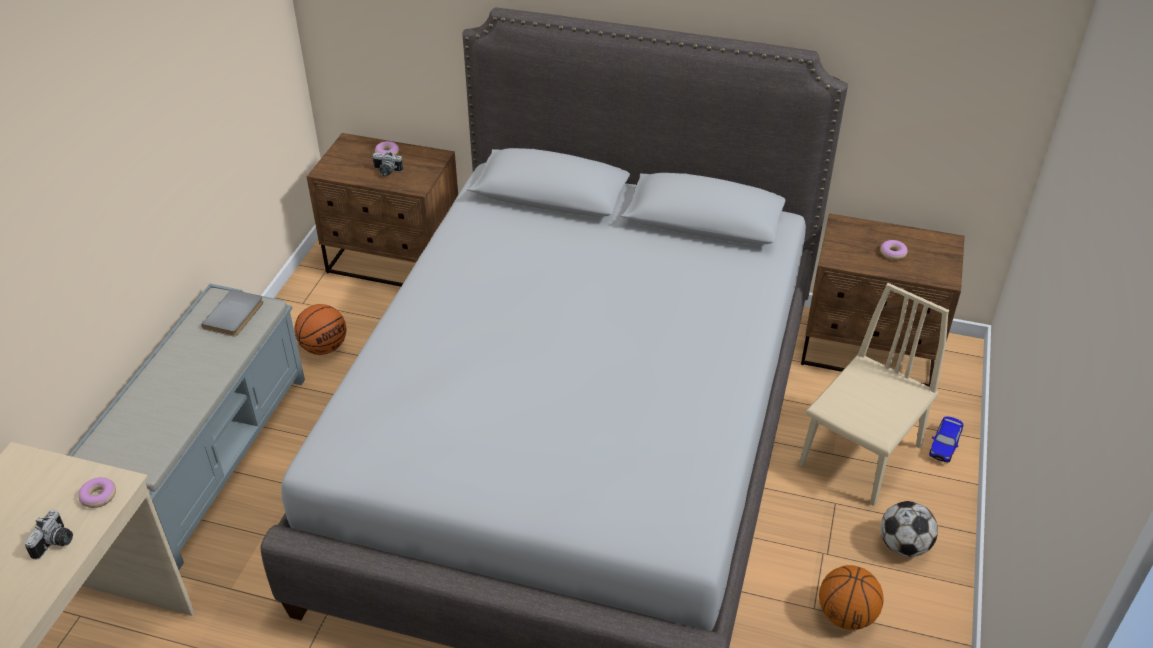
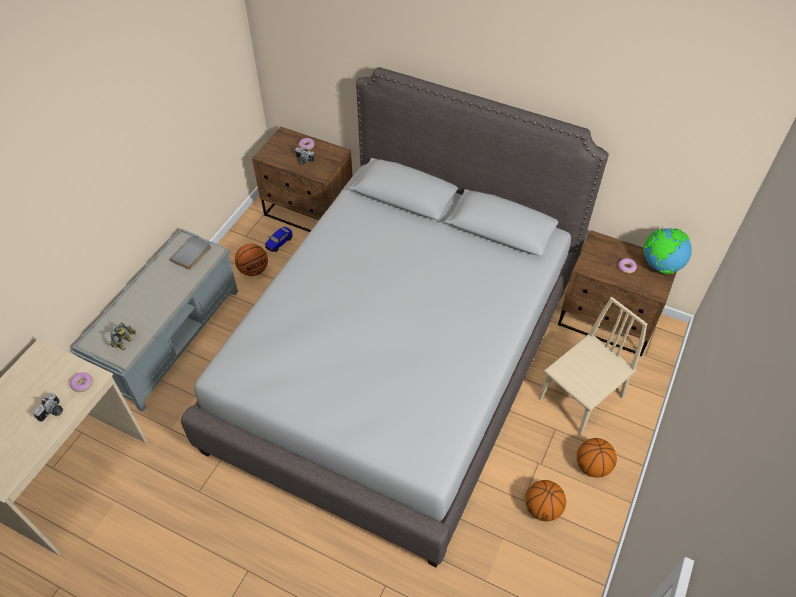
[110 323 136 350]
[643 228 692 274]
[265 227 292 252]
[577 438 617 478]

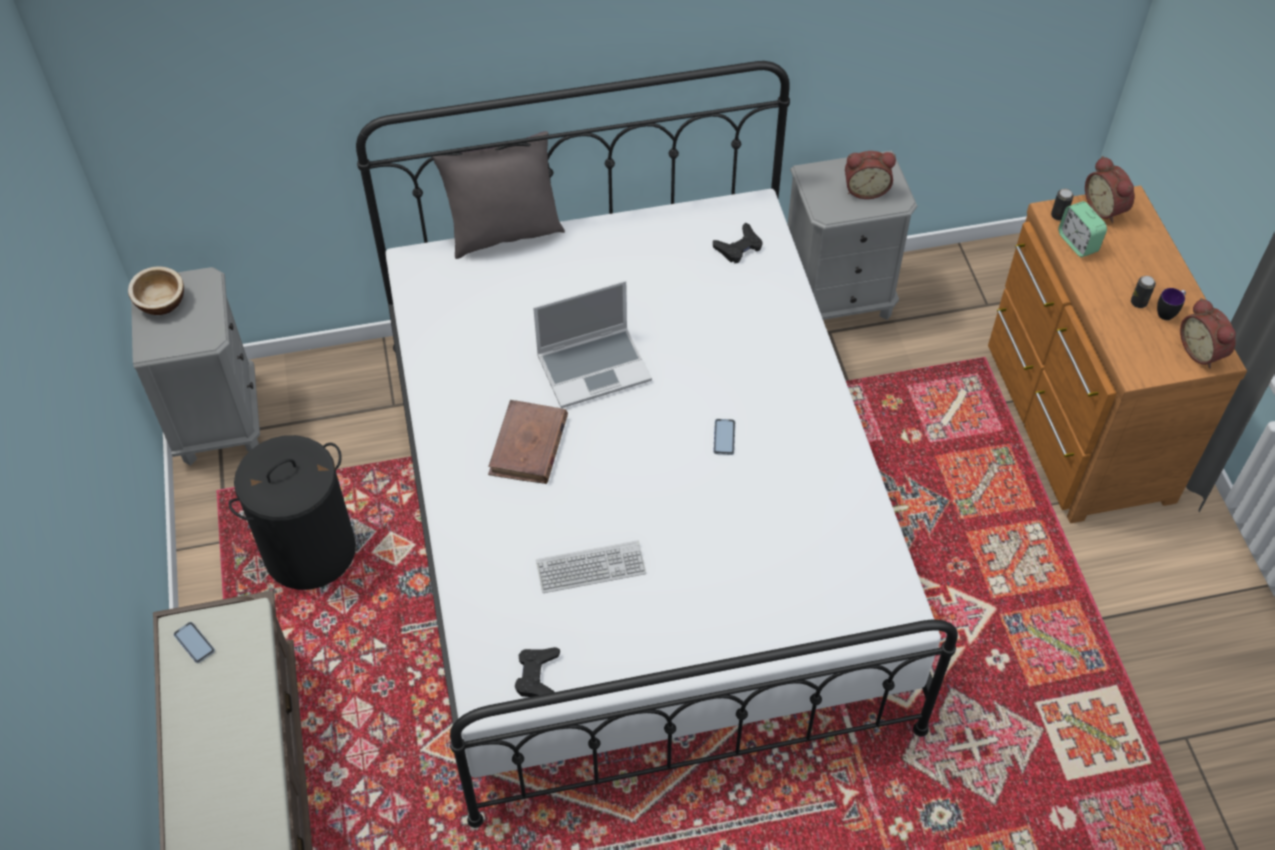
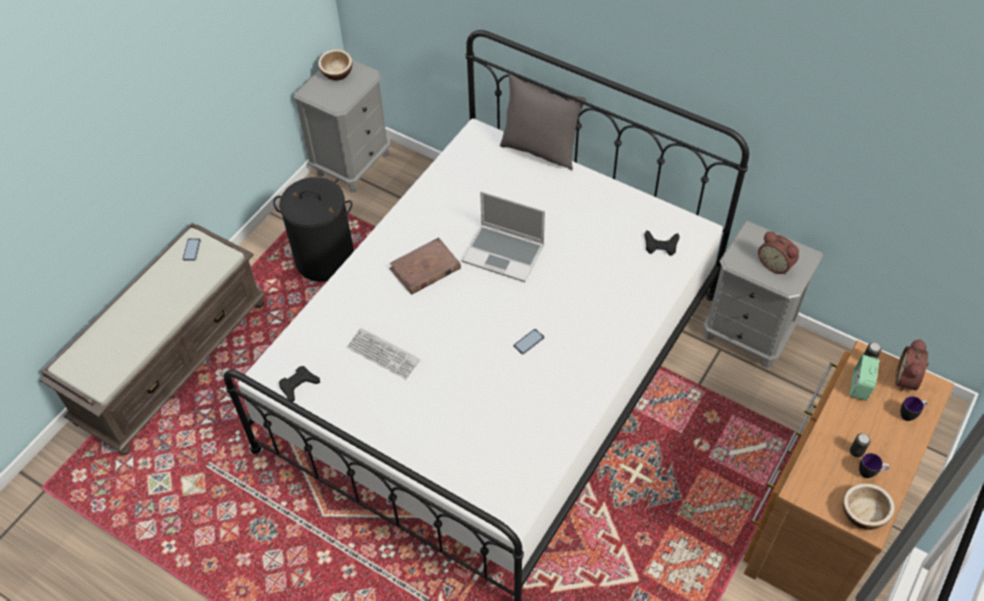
[900 396 927 421]
[843 483 895 530]

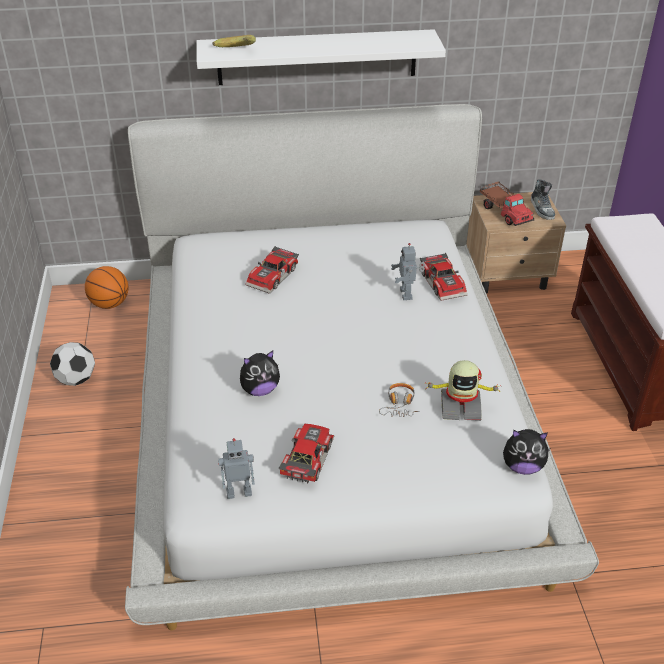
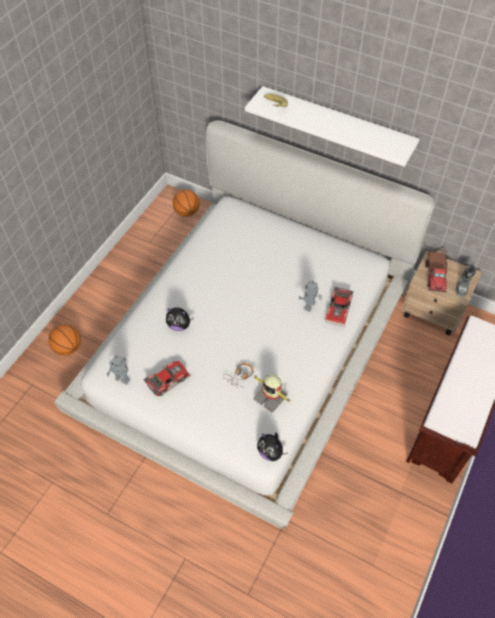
[50 342 95 386] (first image)
[245 246 299 294] (first image)
[49 324 81 356]

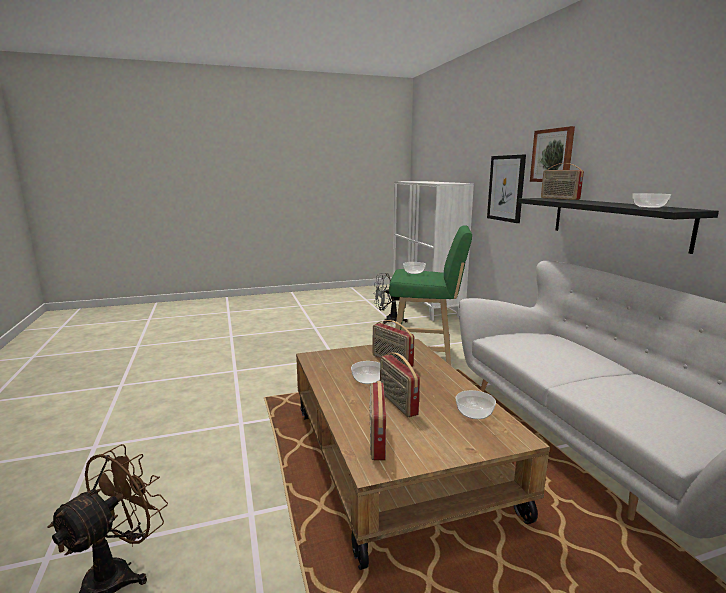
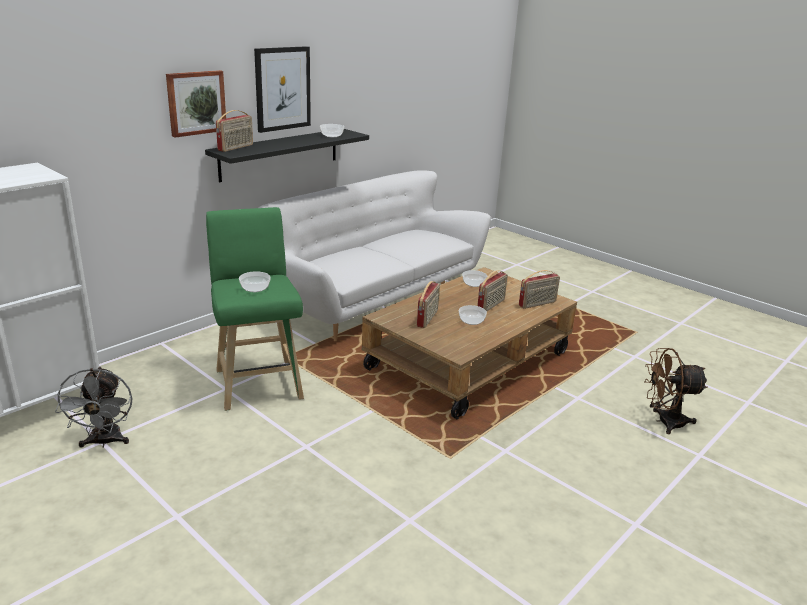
[254 46 311 133]

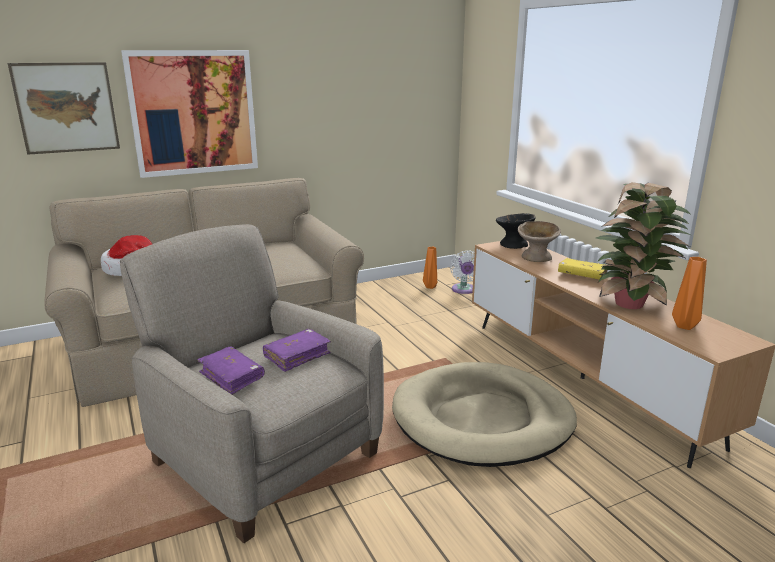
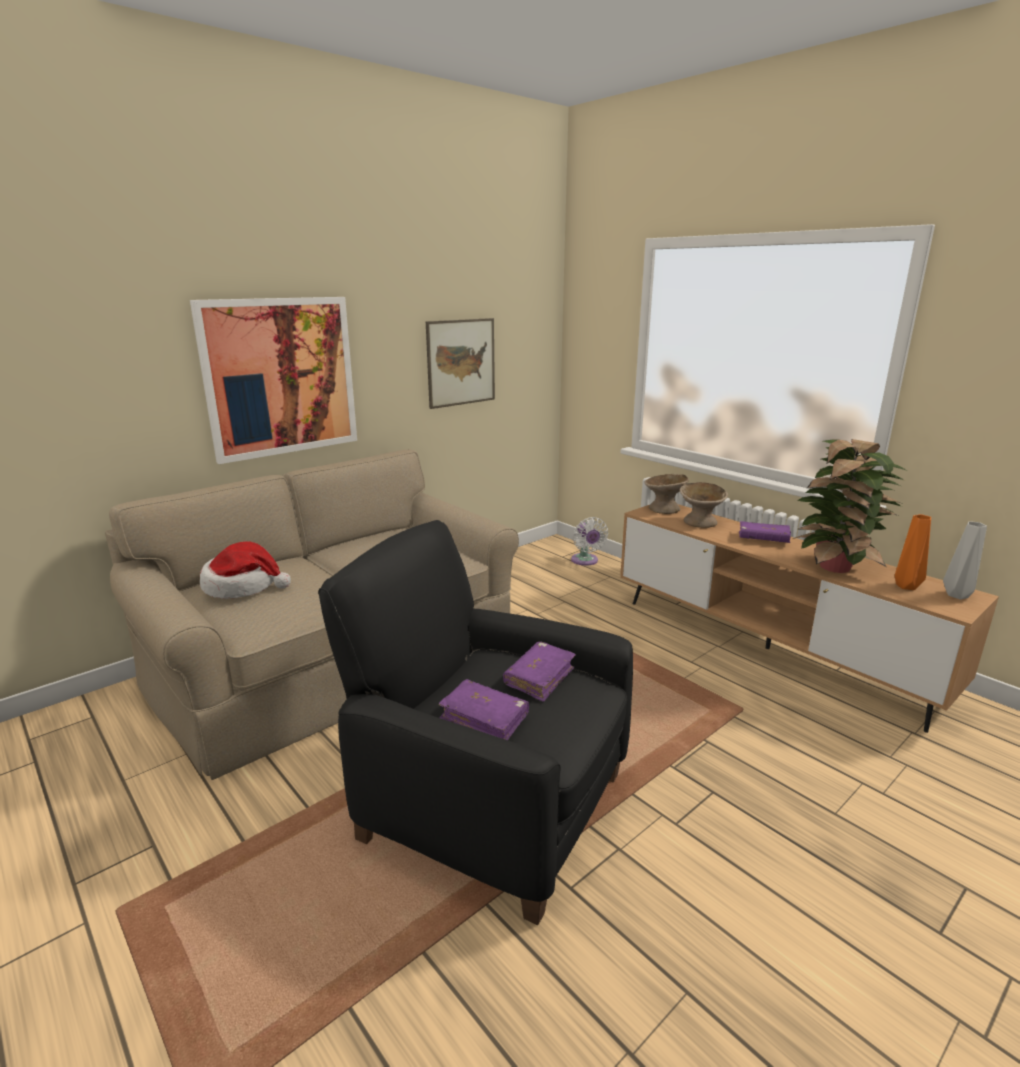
[392 362 577 467] (first image)
[423 247 437 289] (first image)
[943 521 987 599]
[426 318 495 409]
[318 520 633 925]
[644 474 689 514]
[739 521 791 543]

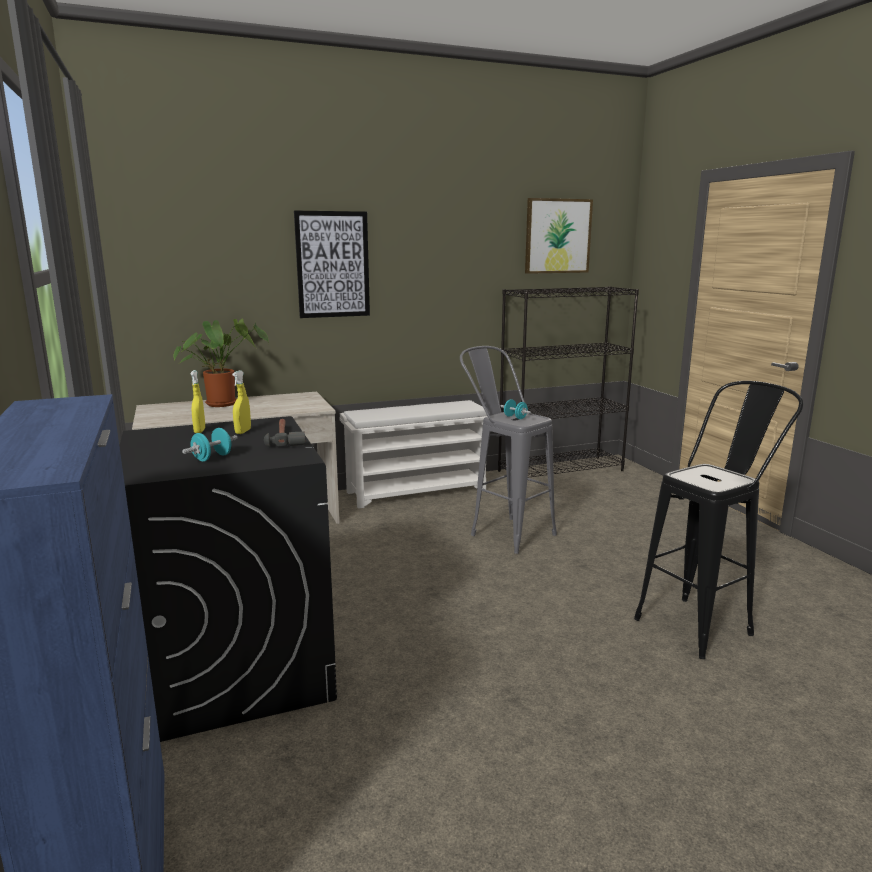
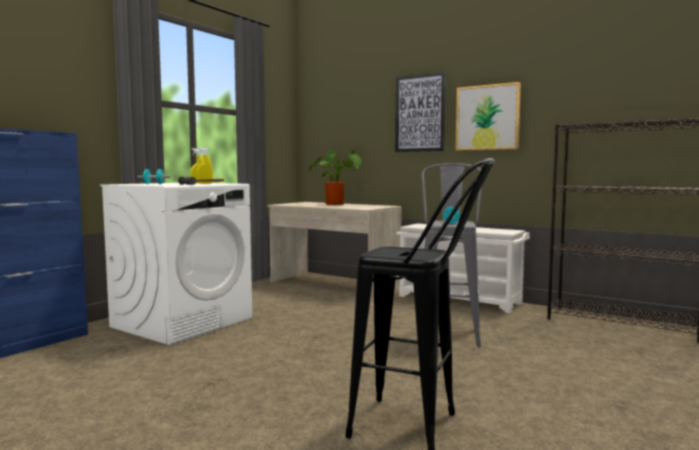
[455 82 521 150]
[100 183 252 345]

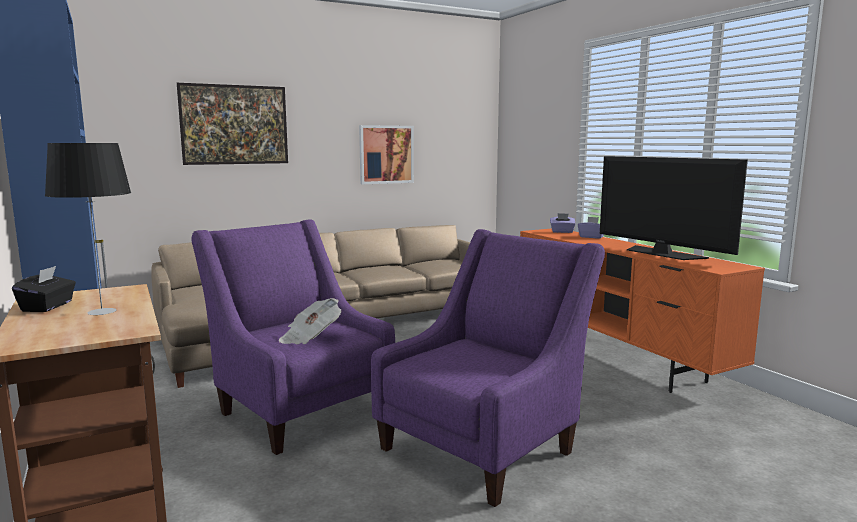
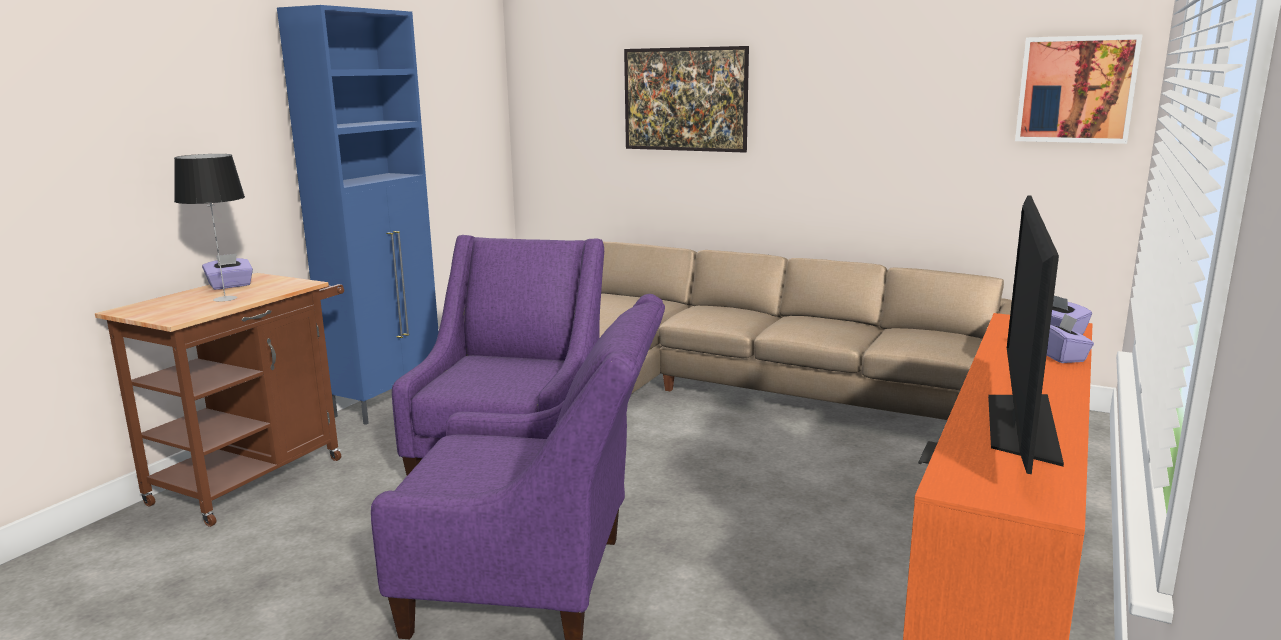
[279 298 341 344] (first image)
[1015 34 1143 144]
[202 254 253 290]

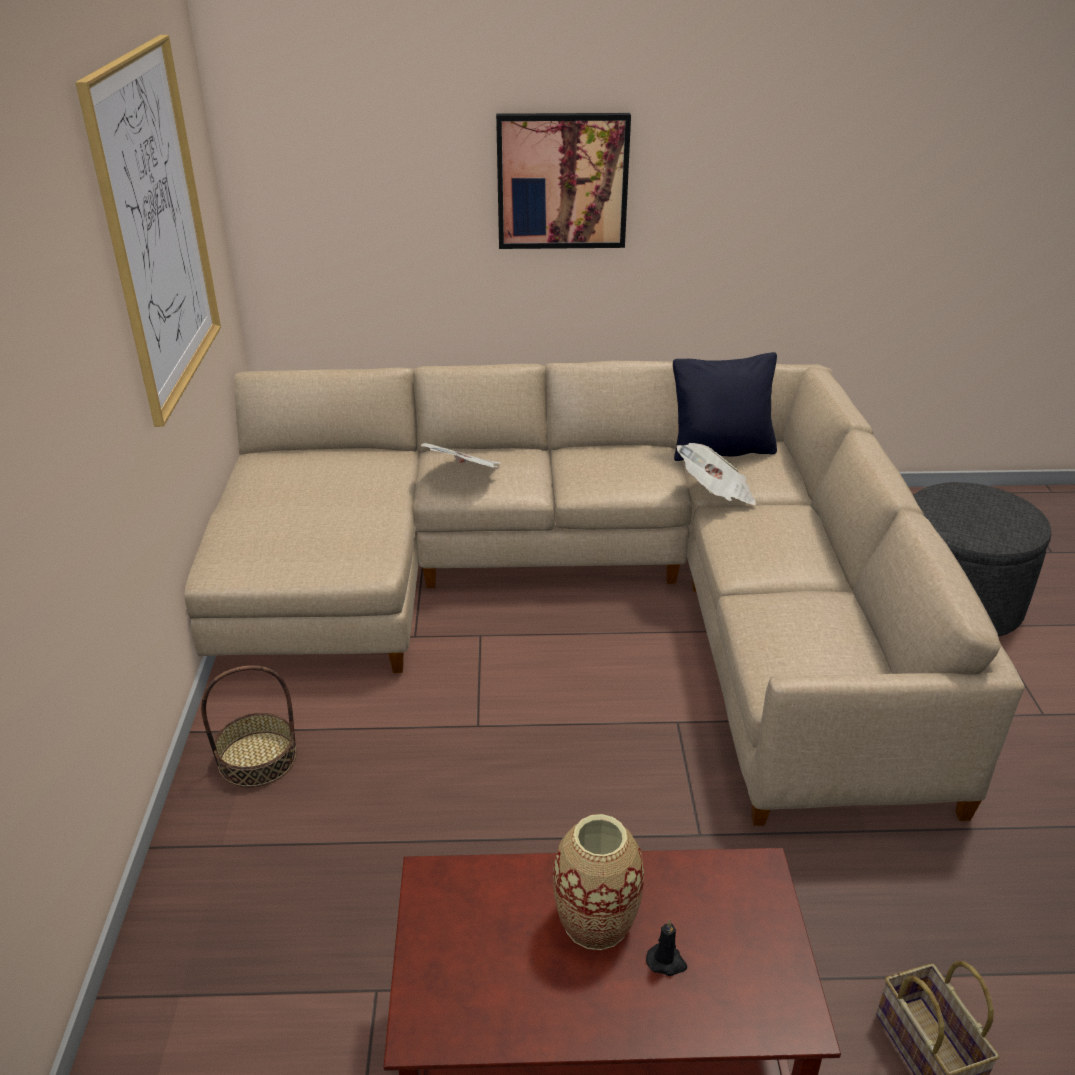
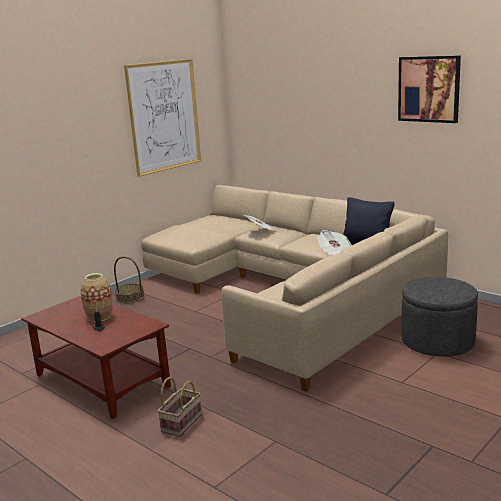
[398 55 461 123]

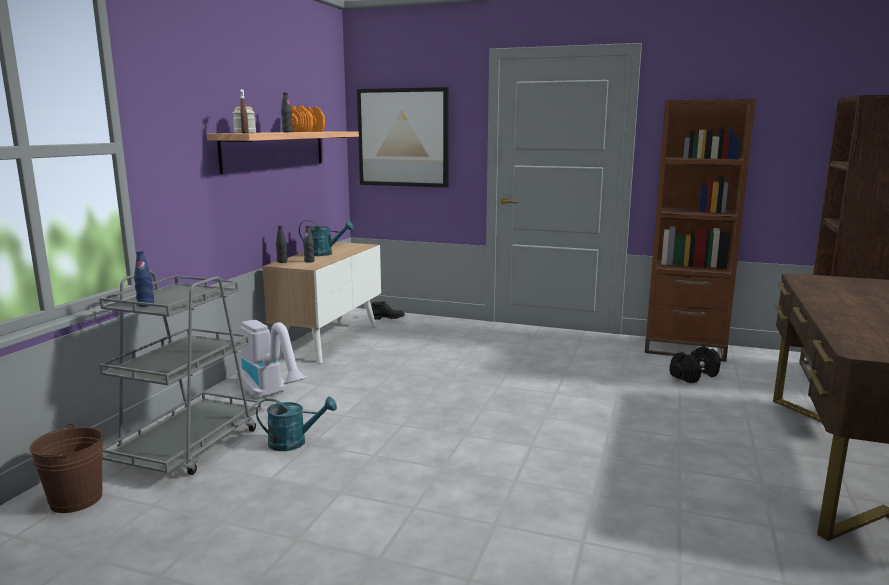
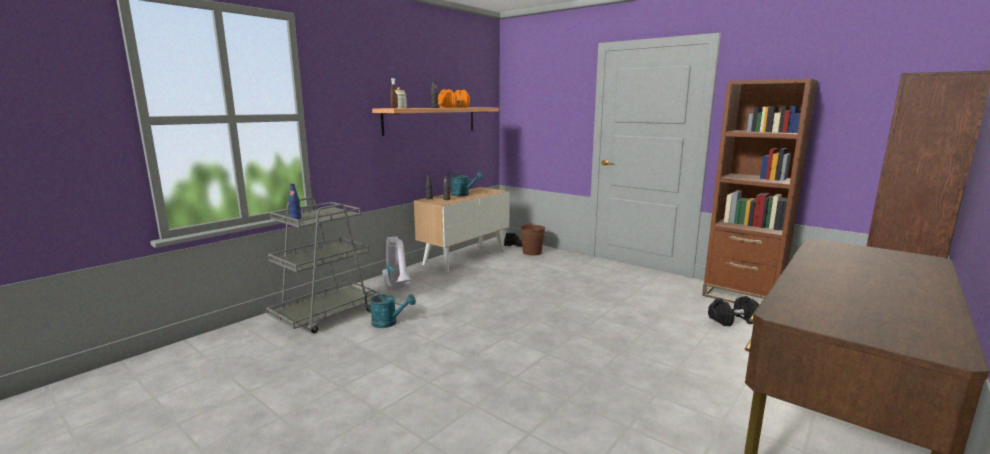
[357 87 449 188] (first image)
[520 223 545 256]

